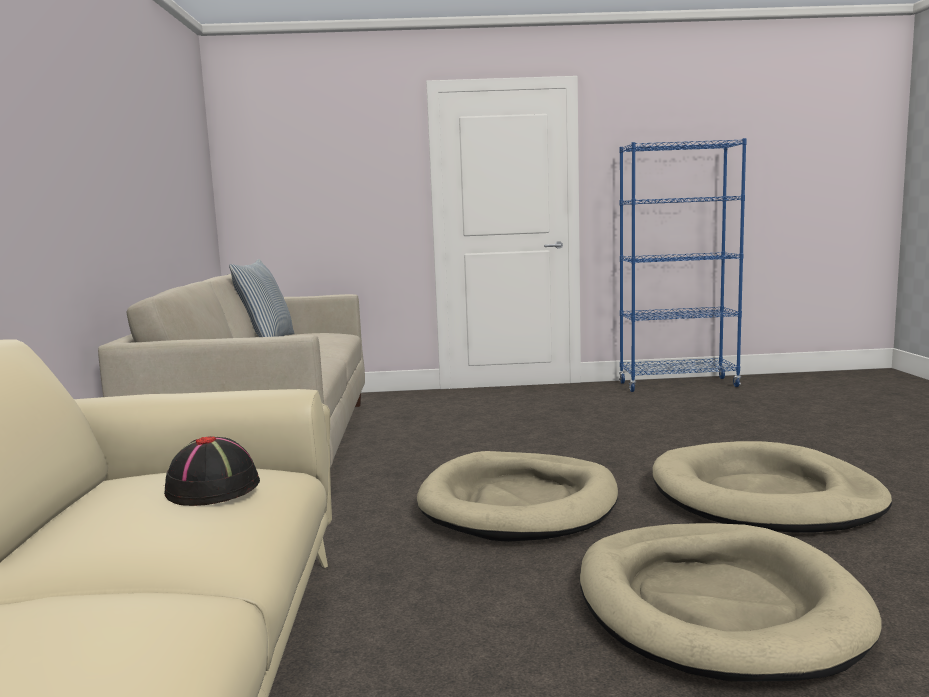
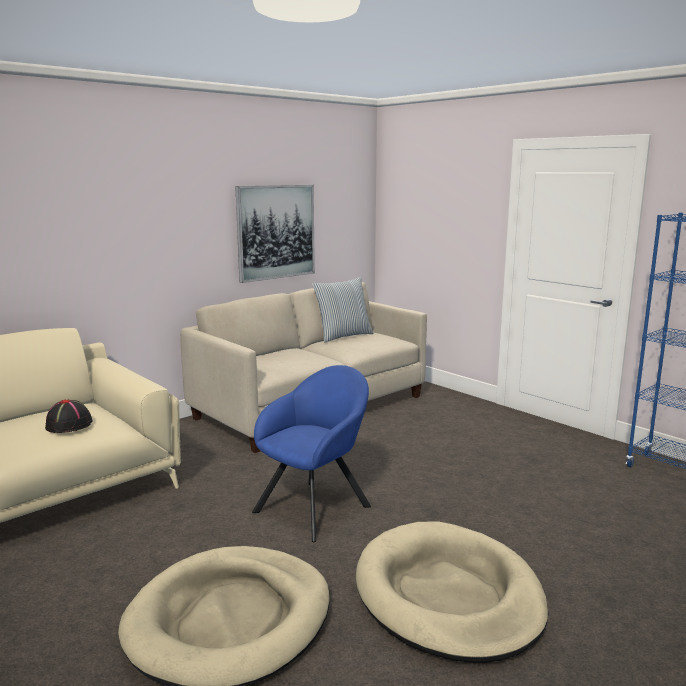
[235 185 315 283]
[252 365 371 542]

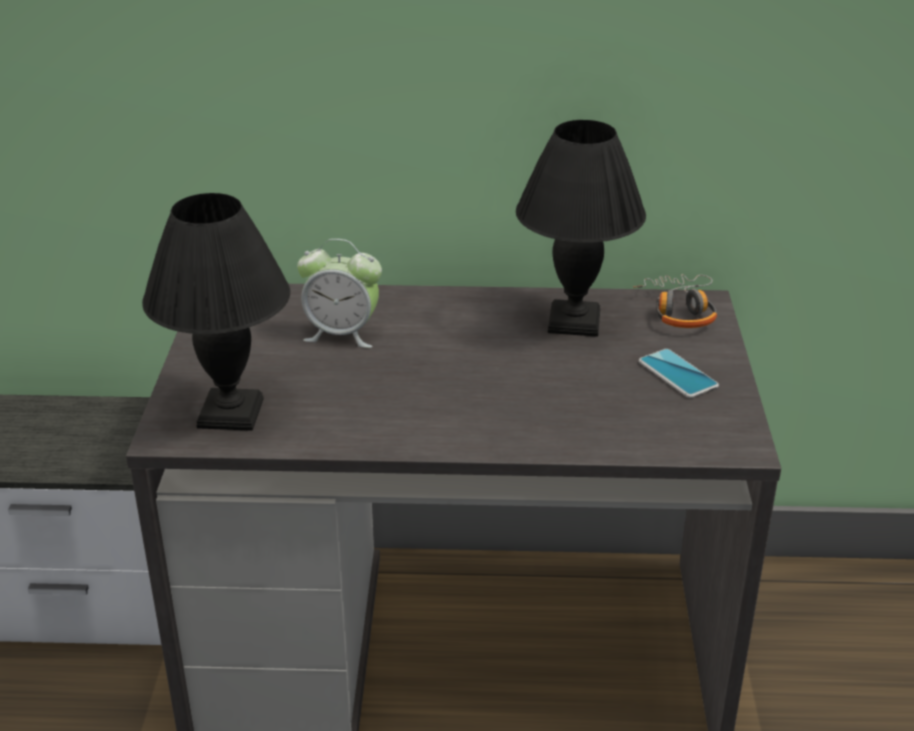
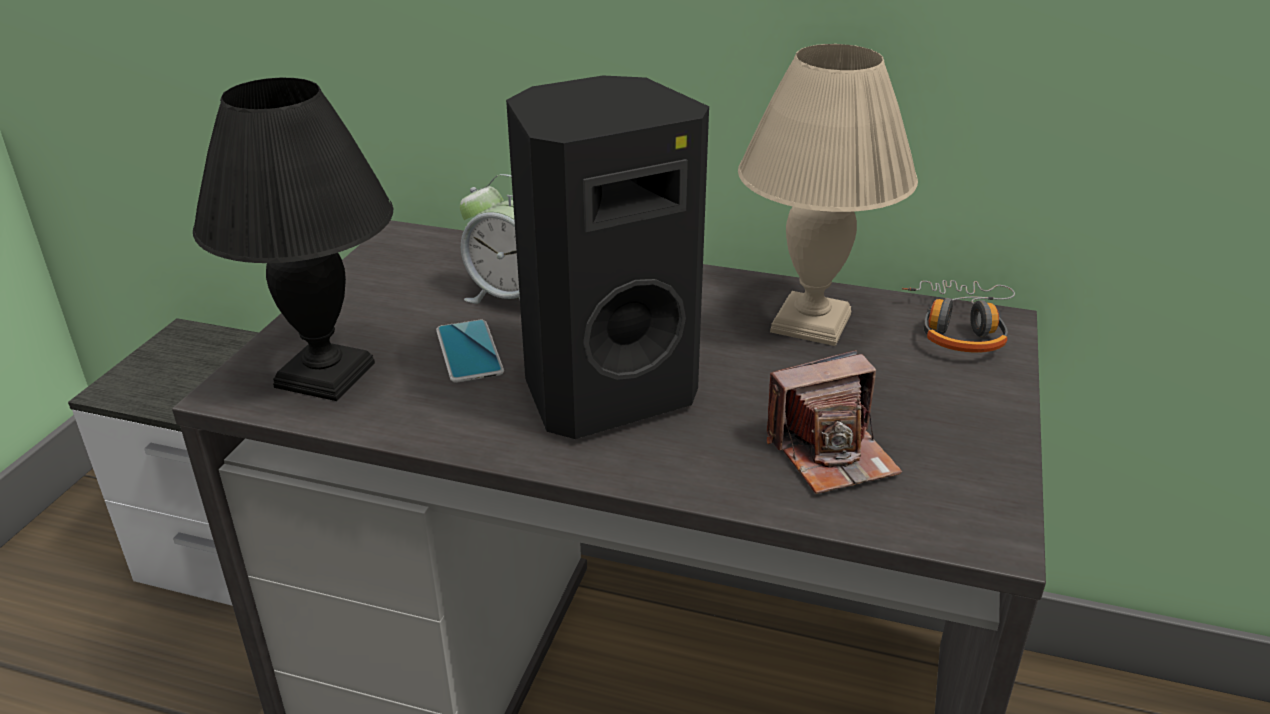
[506 76 709 439]
[767 350 902 494]
[436 320 504 383]
[738 44 918 346]

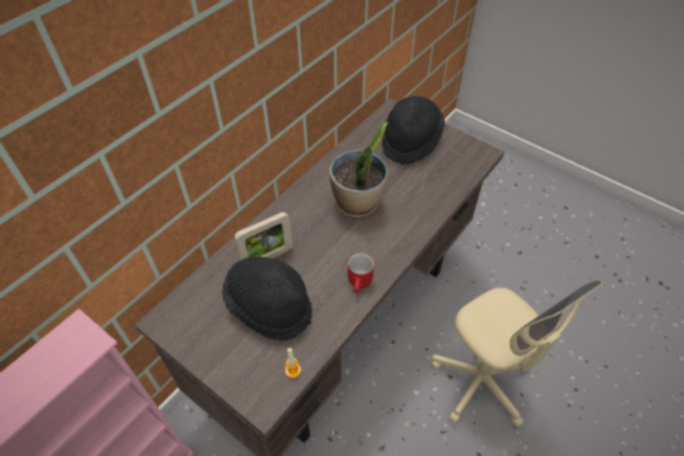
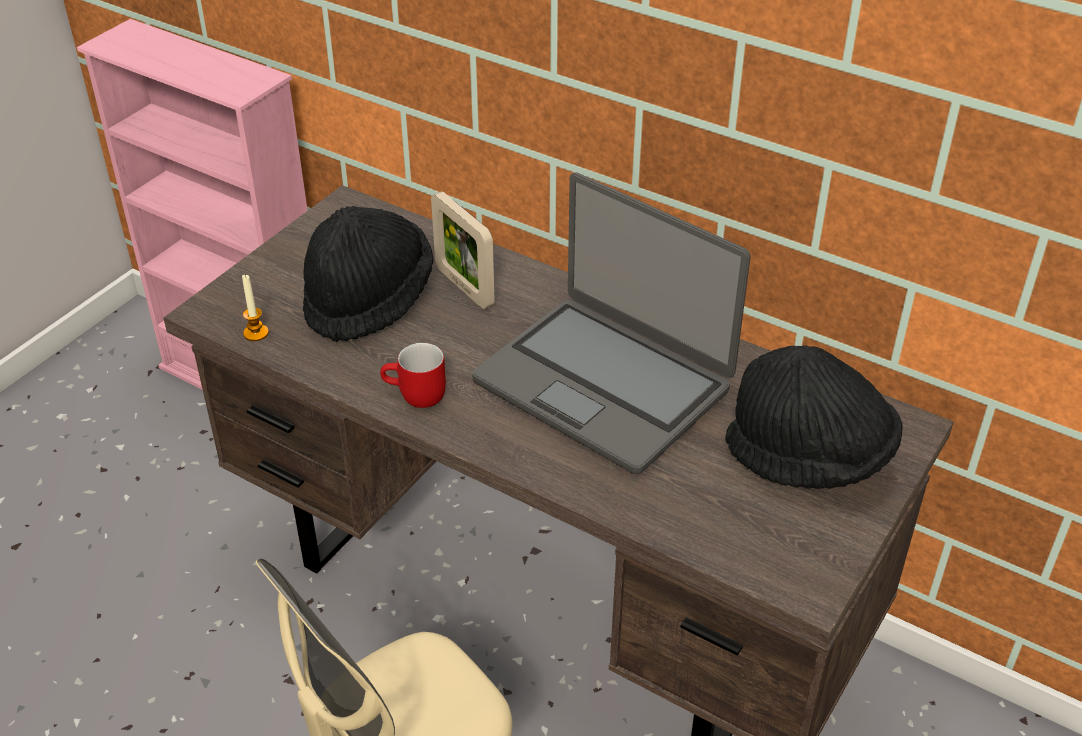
[472 173 751 474]

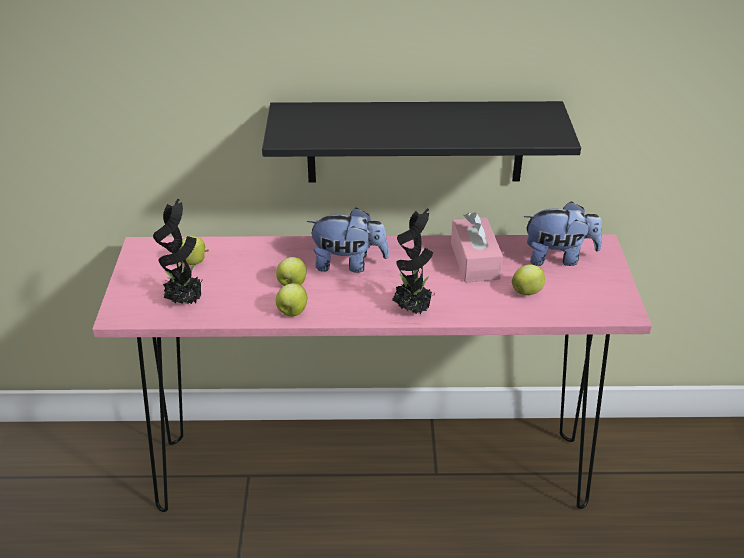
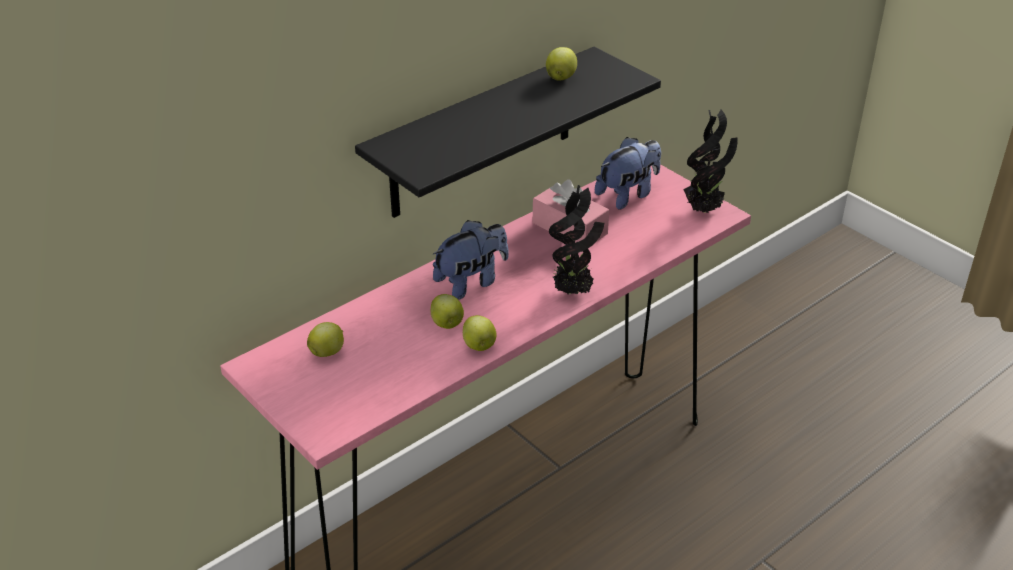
[683 110 738 213]
[546 47 577 80]

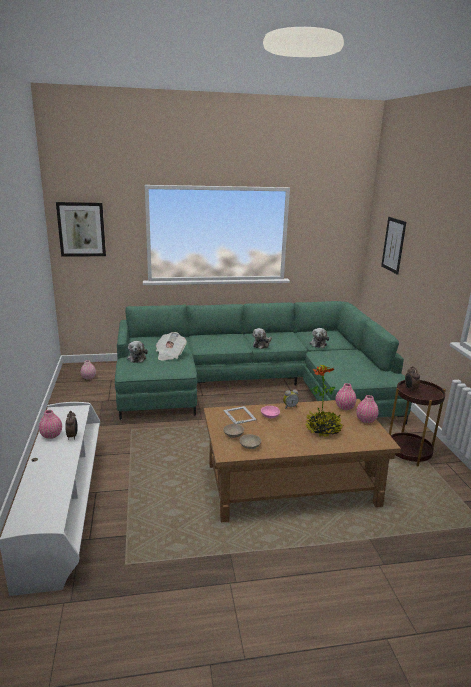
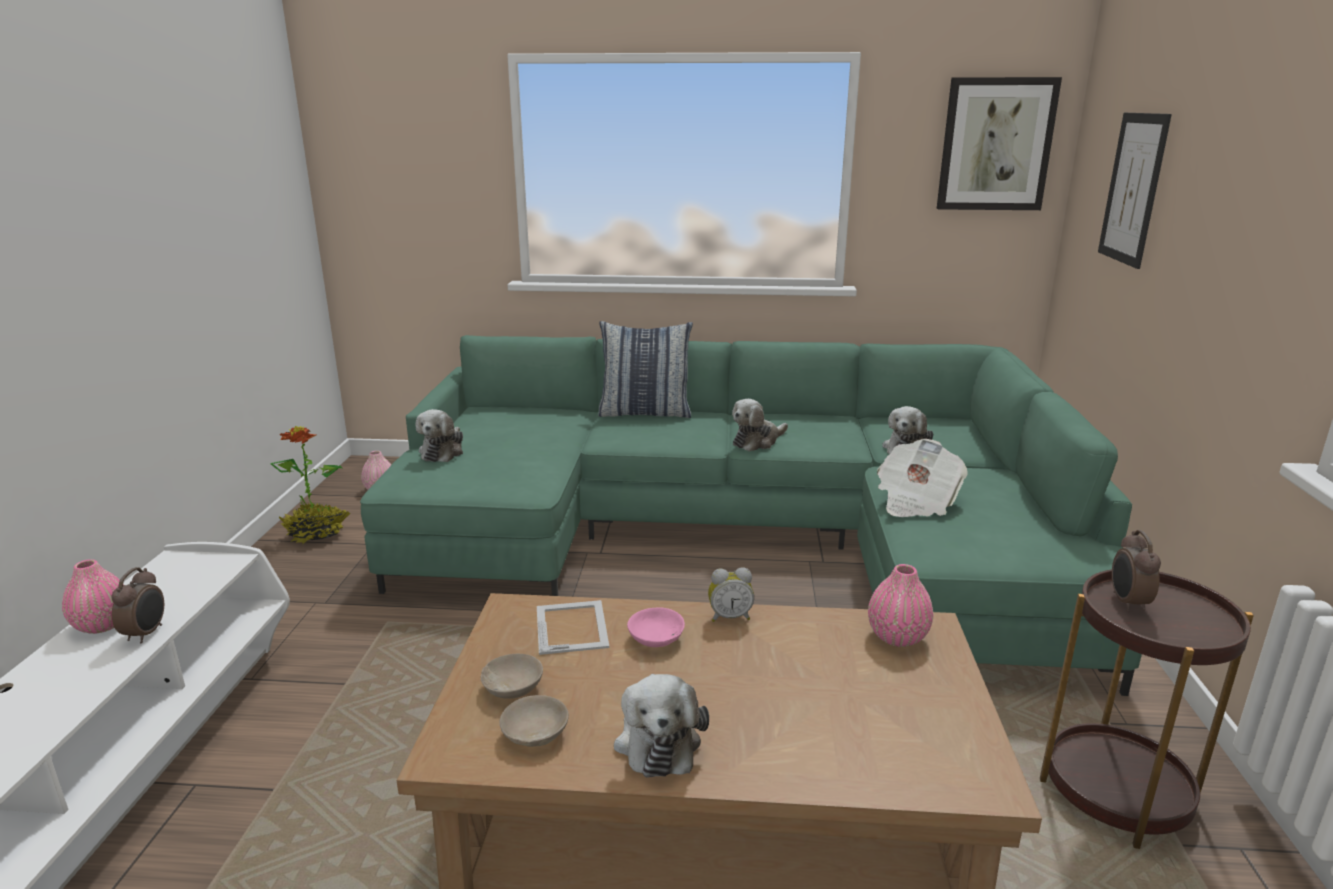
[356 395 379 423] (first image)
[598 321 693 418]
[614 674 709 778]
[937 77 1062 210]
[877 439 968 517]
[270 426 350 544]

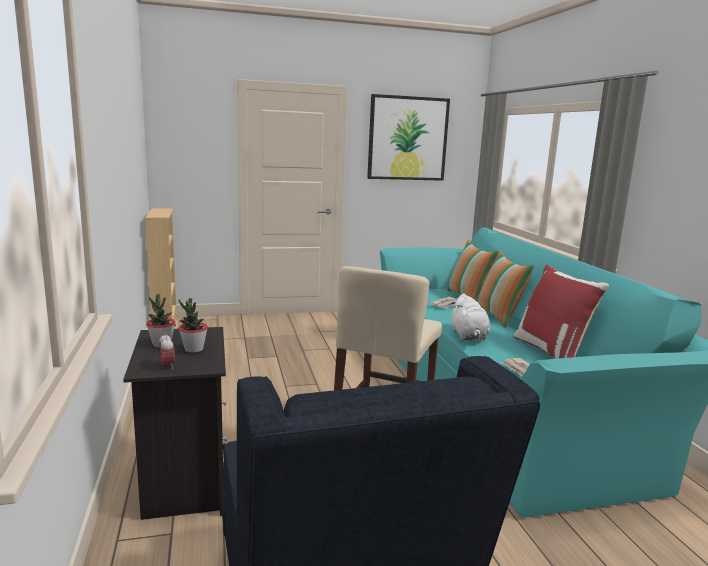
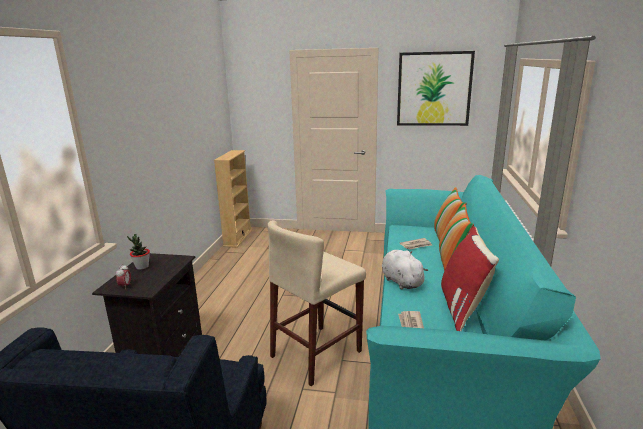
[179 298 208 353] (first image)
[382 250 428 290]

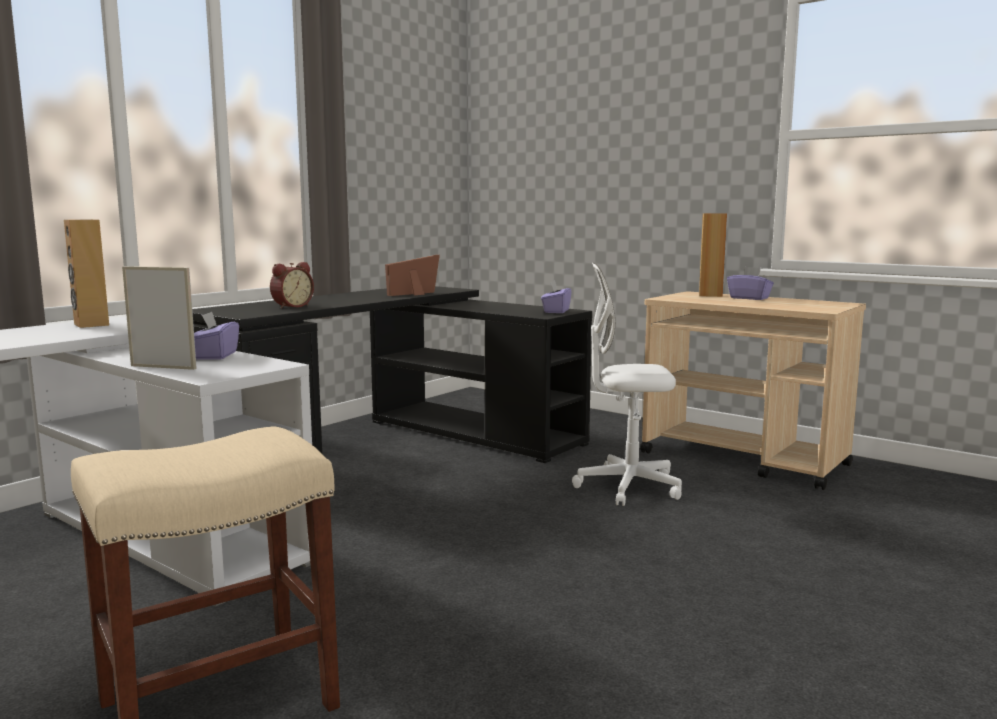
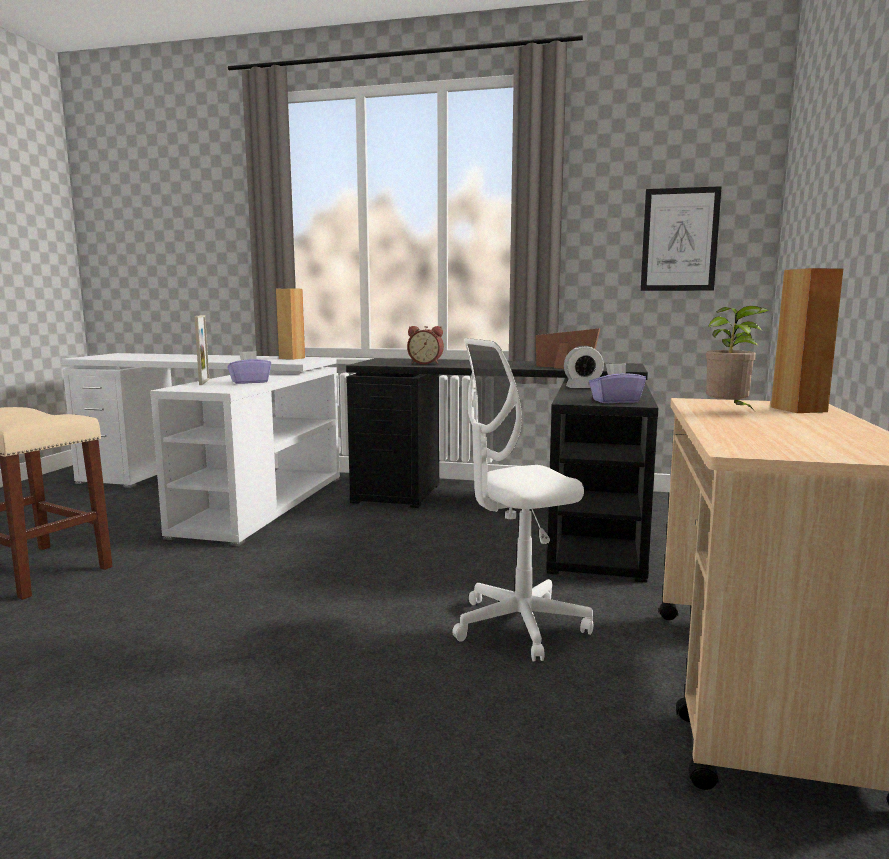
[727 267 774 300] (first image)
[564 346 604 388]
[641 186 722 291]
[706 306 770 410]
[452 338 593 661]

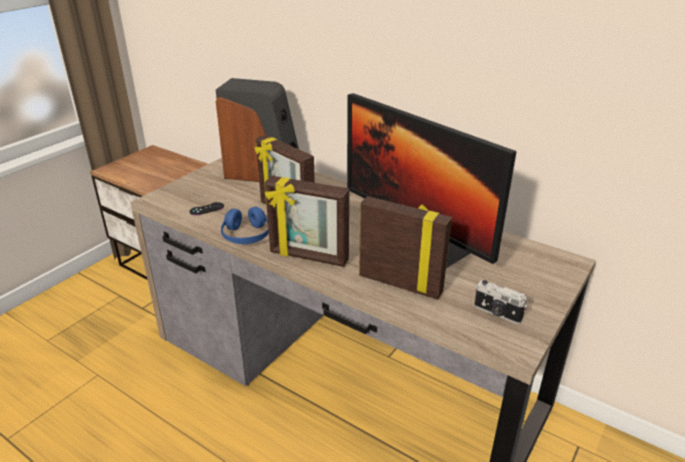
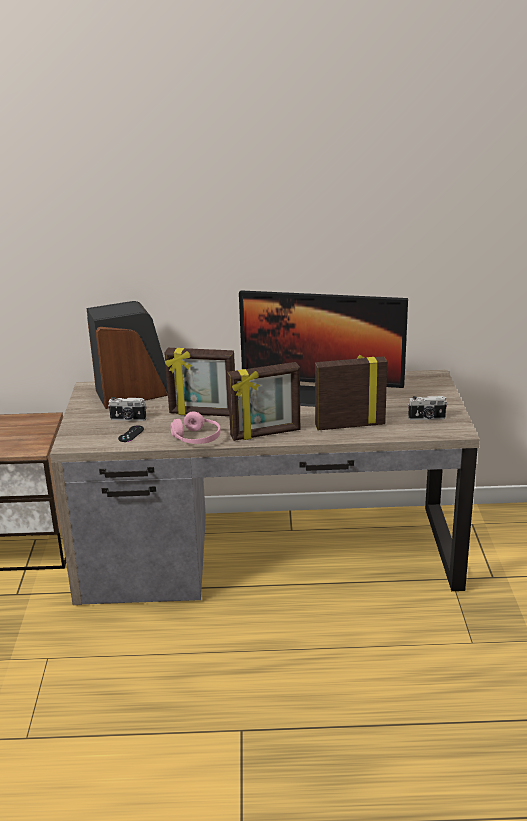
[108 397 147 421]
[170 411 221 444]

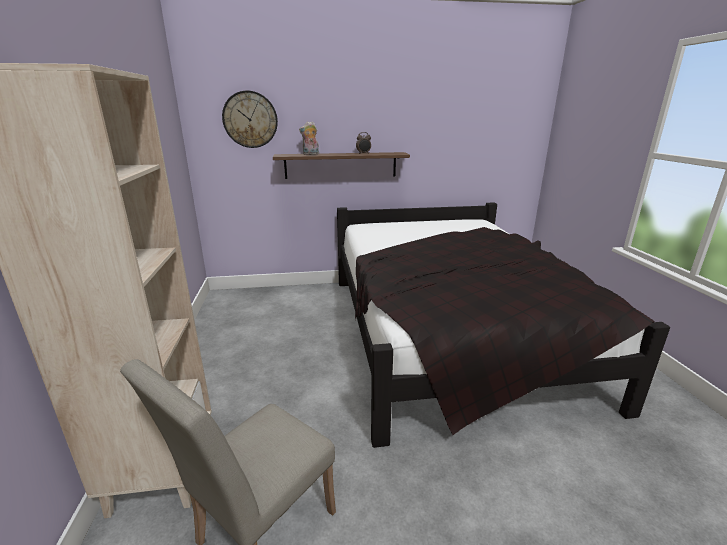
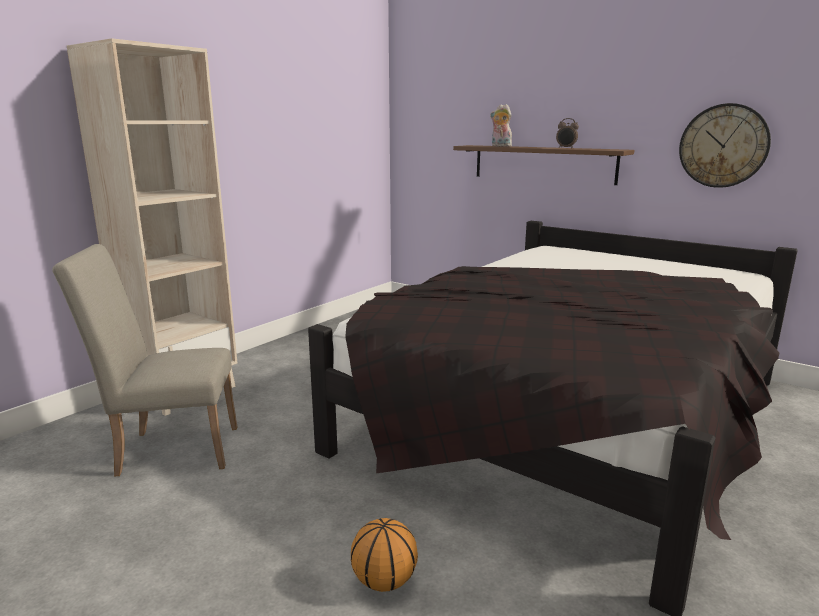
[351 518 418 592]
[679 103 771 188]

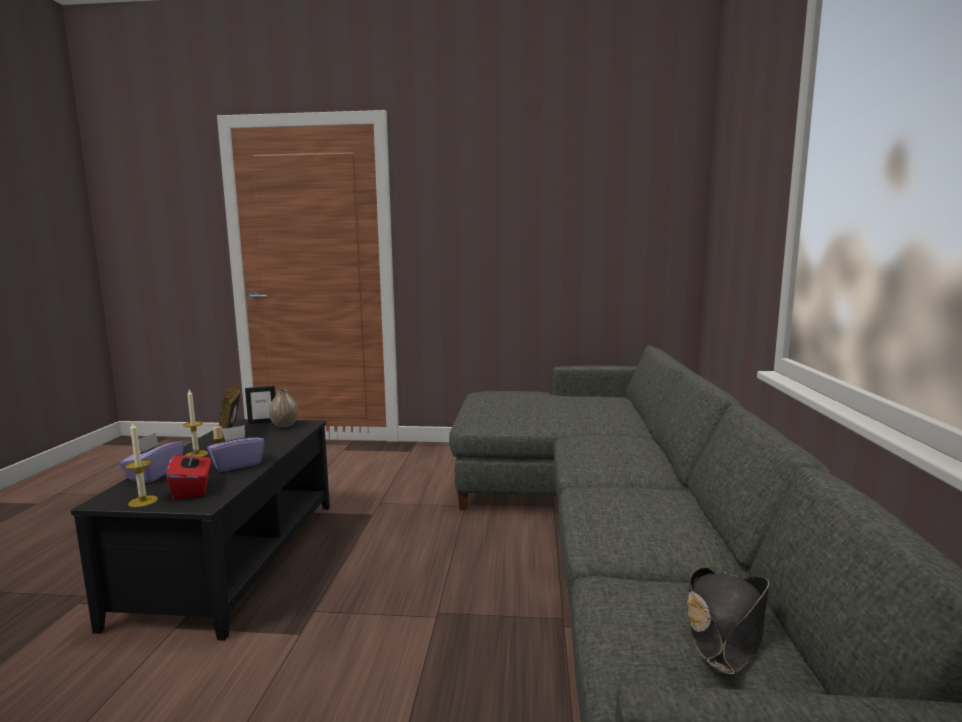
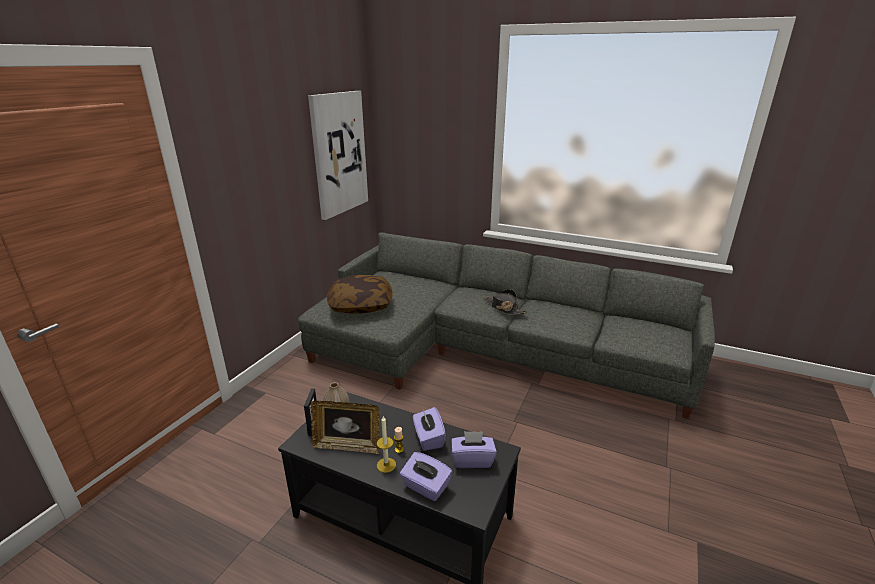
[125 422 158 507] (first image)
[308 91 368 220]
[327 275 393 314]
[484 289 528 315]
[451 431 497 468]

